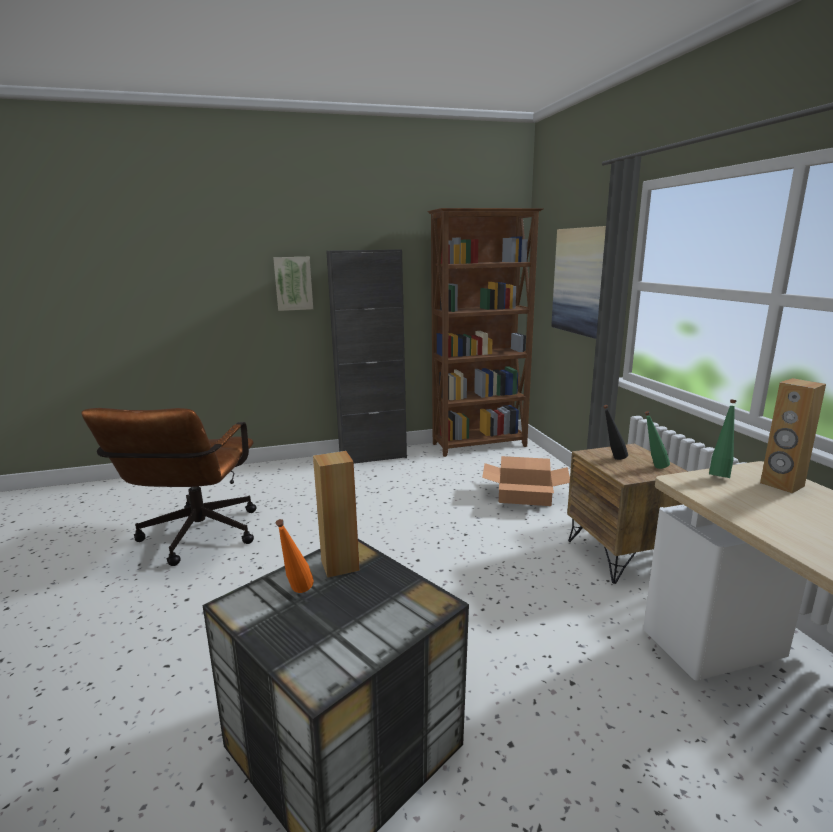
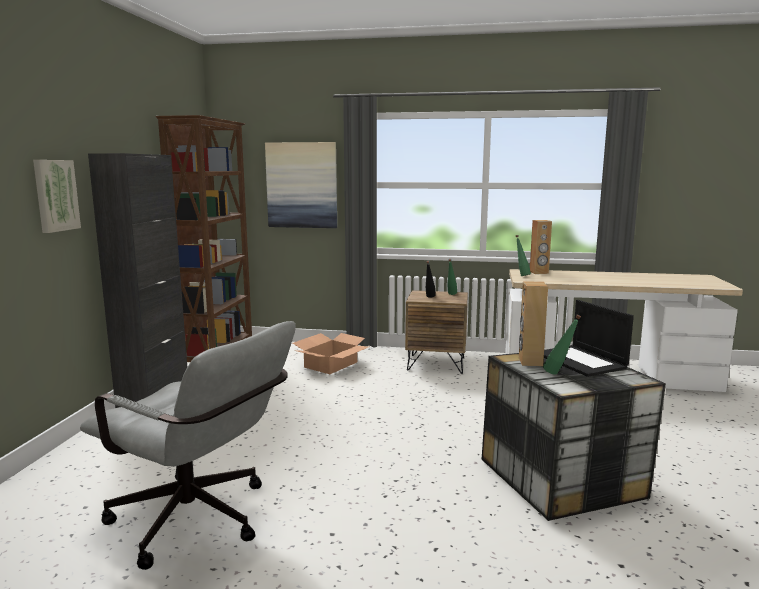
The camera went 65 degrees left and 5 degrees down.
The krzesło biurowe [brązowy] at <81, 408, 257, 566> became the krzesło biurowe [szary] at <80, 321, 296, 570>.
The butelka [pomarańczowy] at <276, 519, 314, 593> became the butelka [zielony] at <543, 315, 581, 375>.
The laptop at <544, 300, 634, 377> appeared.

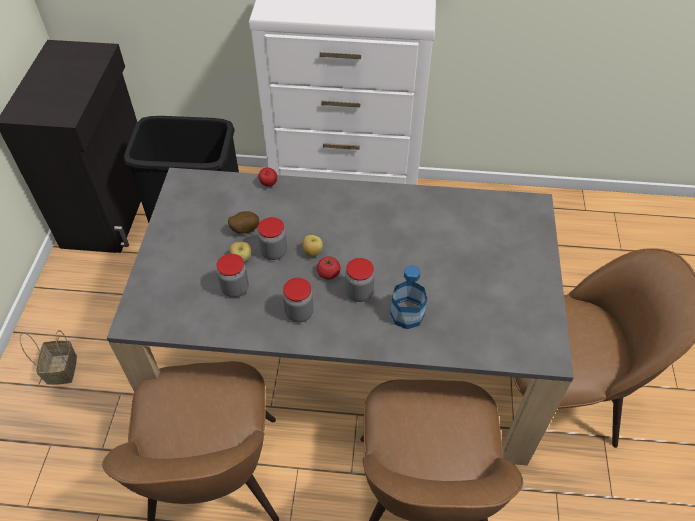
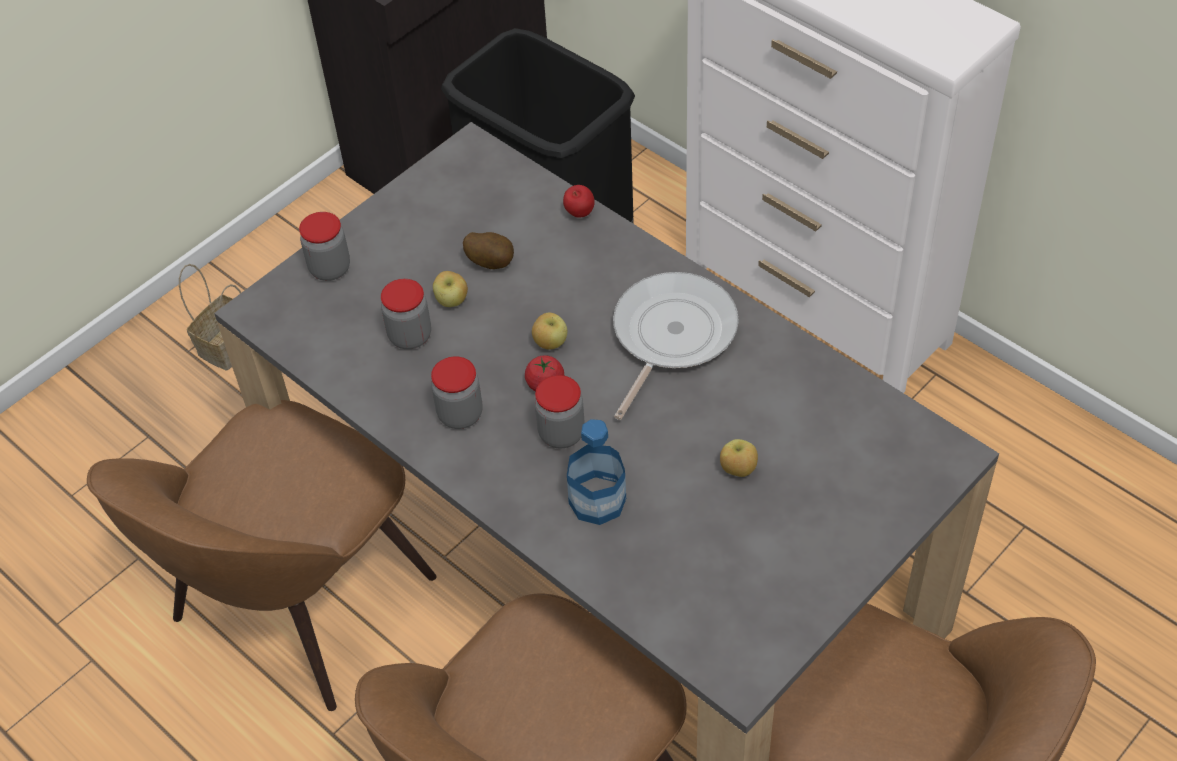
The camera went 40 degrees right and 0 degrees up.
The słoik moved from <258, 217, 287, 260> to <299, 212, 350, 281>.
The patelnia at <613, 272, 739, 420> appeared.
The jabłko at <720, 439, 758, 477> appeared.

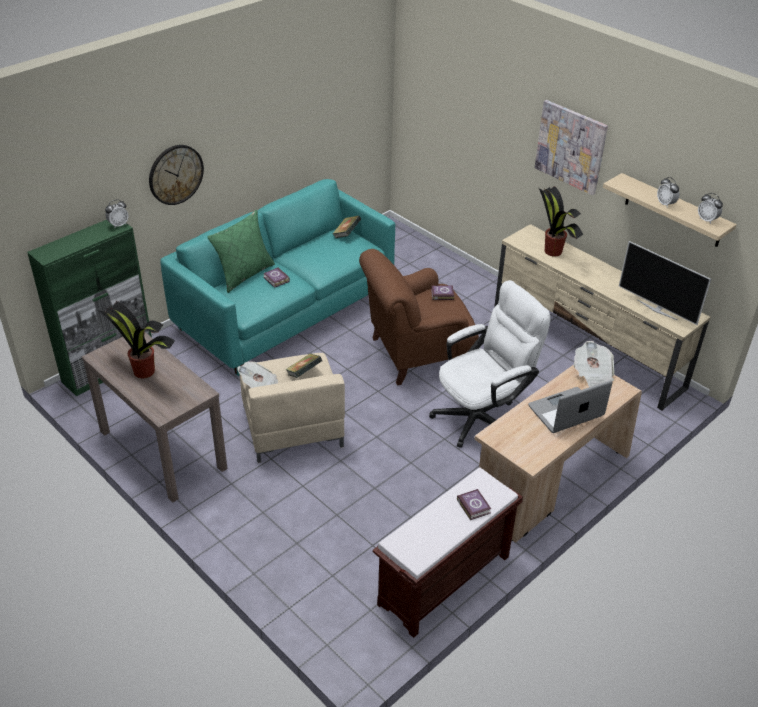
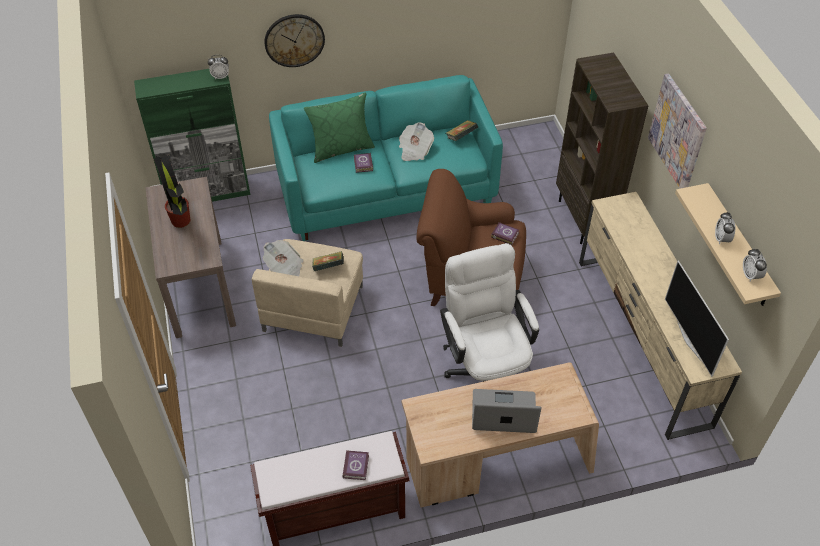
The camera went 30 degrees right and 10 degrees up.
The roślina doniczkowa at <539, 186, 584, 256> disappeared.
The krzesło biurowe [biały] at <429, 280, 551, 448> turned 105 degrees counterclockwise.
The gazeta moved from <574, 341, 615, 387> to <399, 122, 434, 161>.
The regał [brązowy] at <556, 53, 649, 244> appeared.

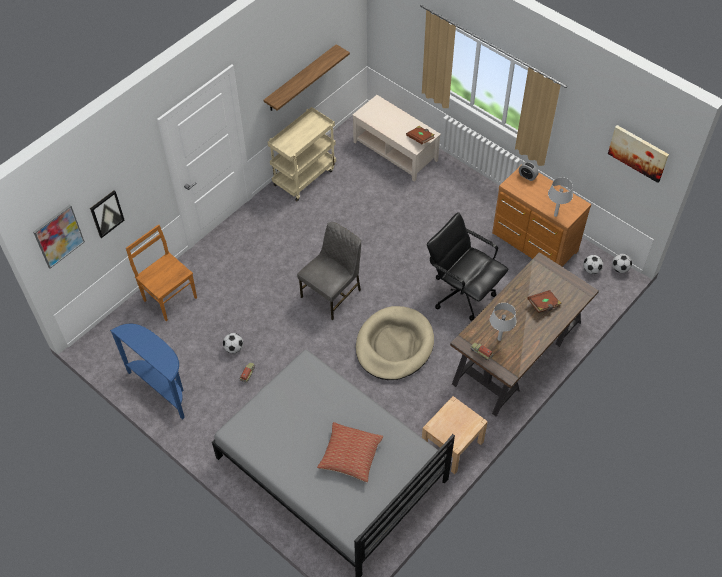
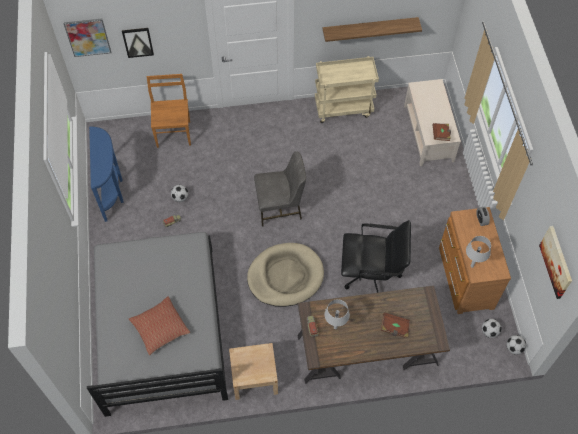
The camera went 40 degrees right and 5 degrees up.
The krzesło biurowe [czarny] at <427, 212, 509, 321> turned 105 degrees clockwise.

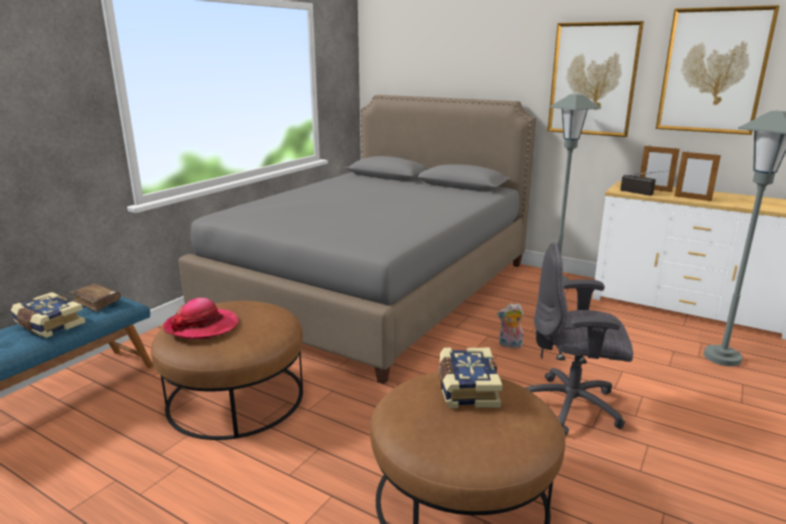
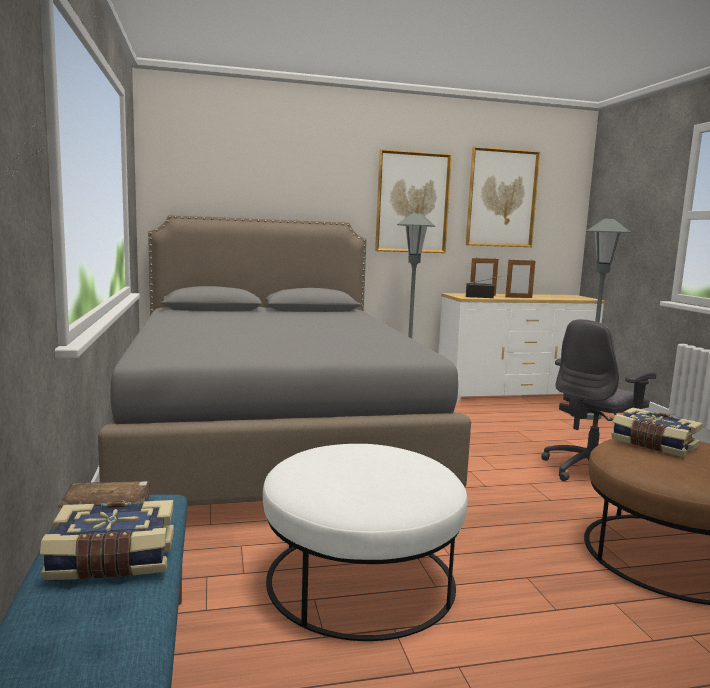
The camera went 45 degrees left and 10 degrees down.
The kapelusz at <163, 298, 239, 339> disappeared.
The pufa [brązowy] at <151, 301, 303, 440> became the pufa [biały] at <263, 444, 468, 641>.
The pluszak at <497, 303, 524, 348> disappeared.

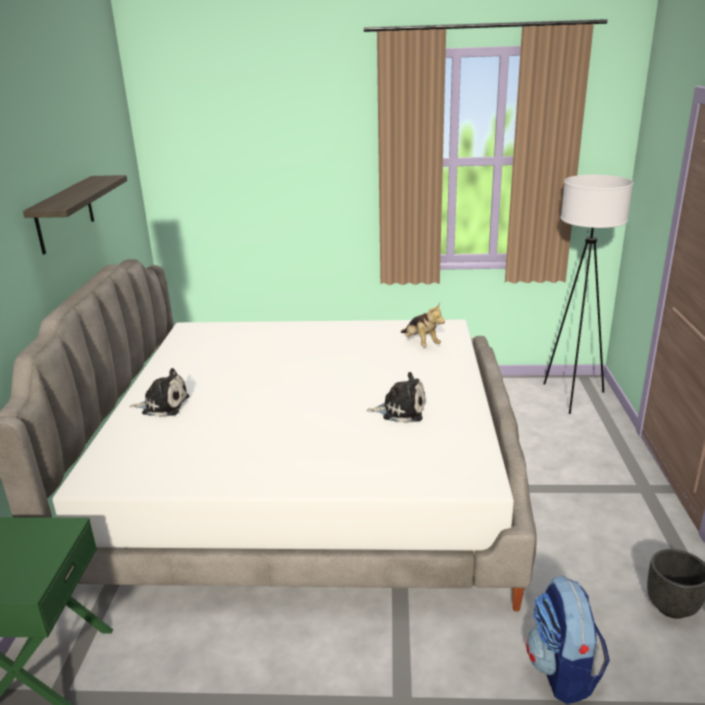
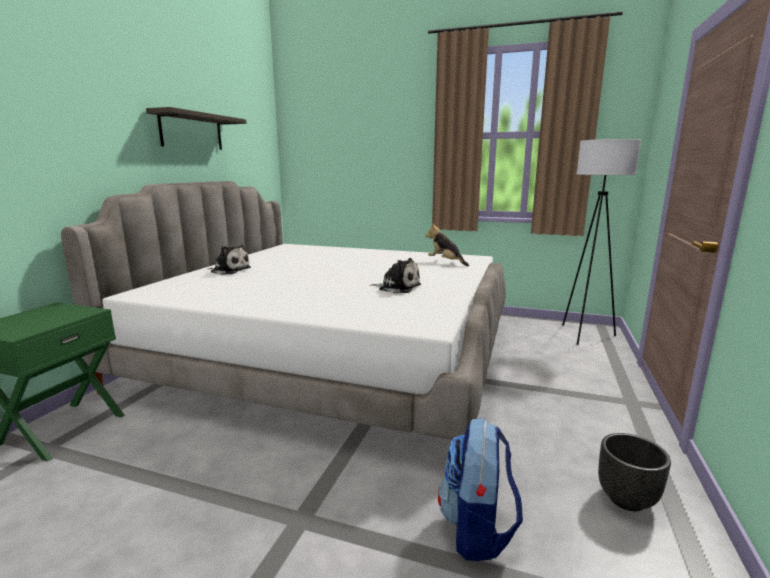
The camera went 15 degrees right and 10 degrees down.
The pluszak at <401, 303, 445, 346> turned 150 degrees clockwise.

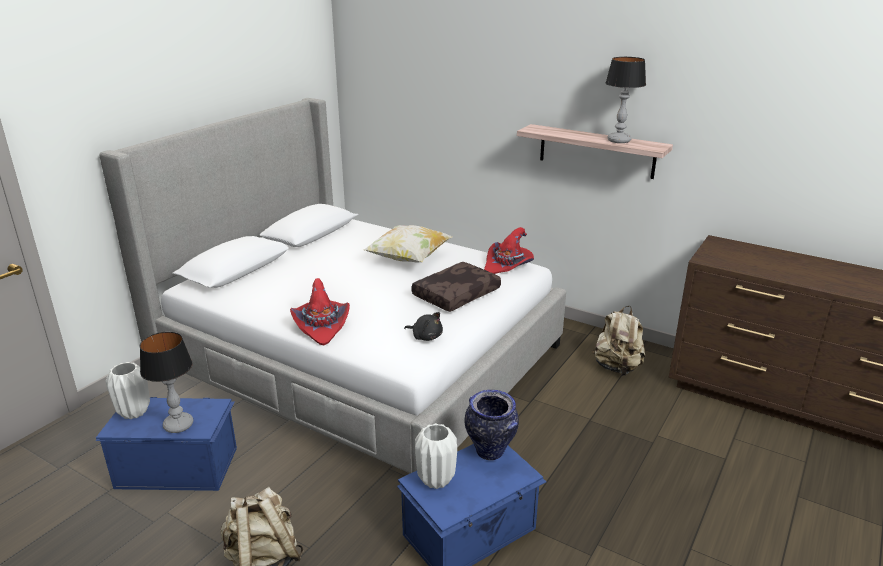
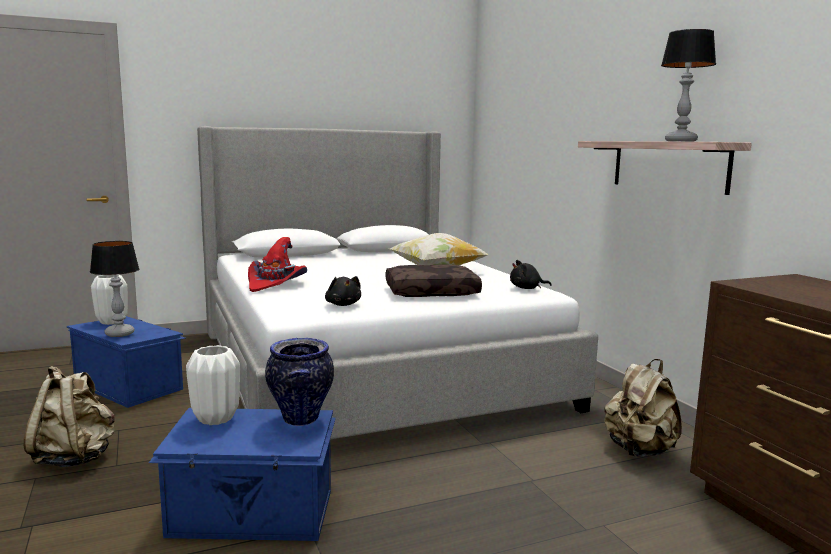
The camera went 35 degrees right and 15 degrees down.
The kapelusz [czerwony] at <484, 227, 534, 274> was replaced by the pluszak [czarny] at <510, 260, 552, 289>.

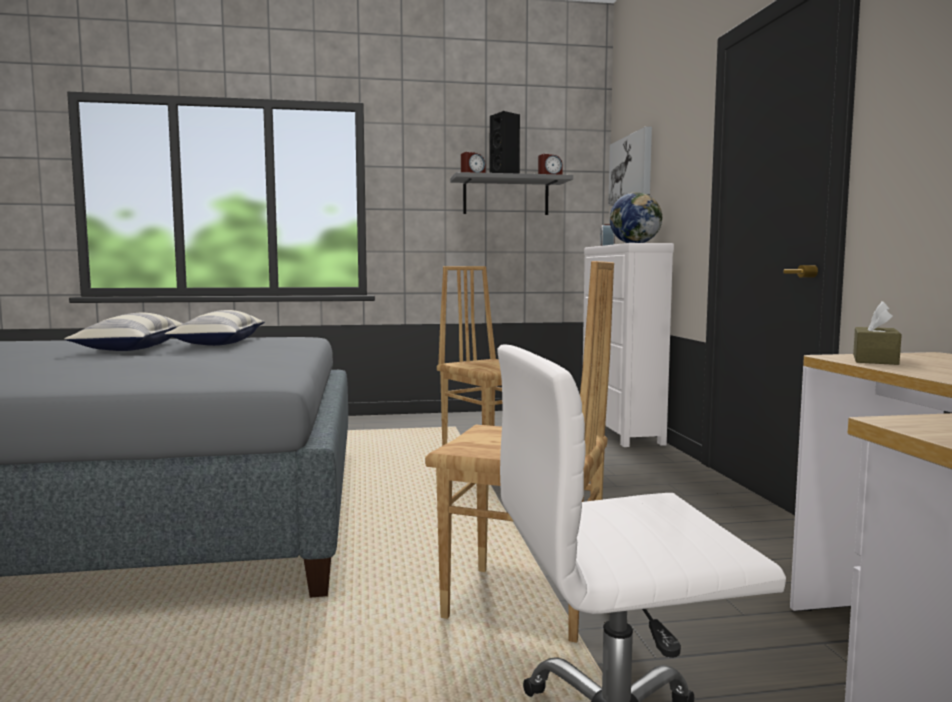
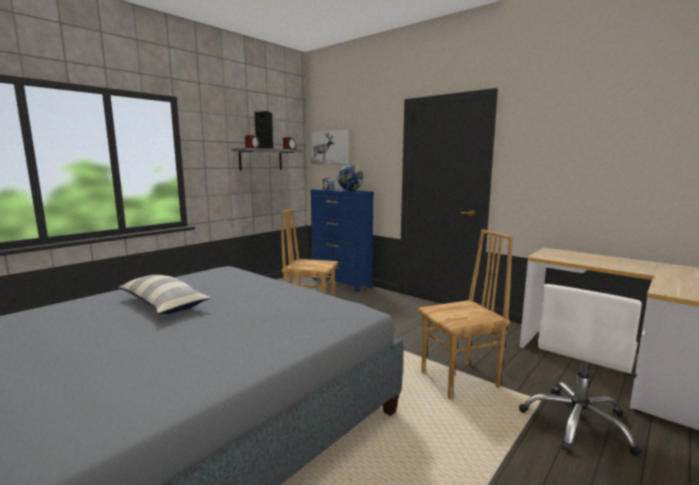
The camera went 40 degrees left and 5 degrees up.
The komoda [biały] at <583, 243, 674, 447> became the komoda [niebieski] at <310, 189, 374, 292>.
The pudełko chusteczek [brązowy] at <853, 301, 902, 365> disappeared.
The poduszka at <164, 310, 265, 346> disappeared.

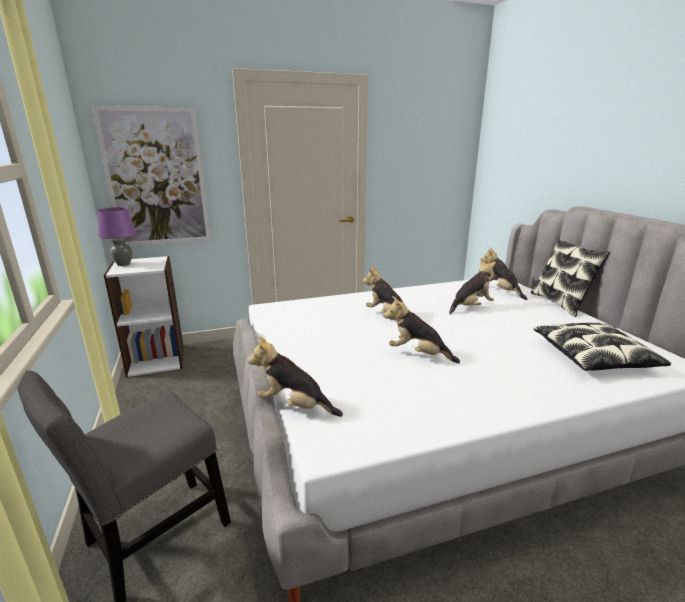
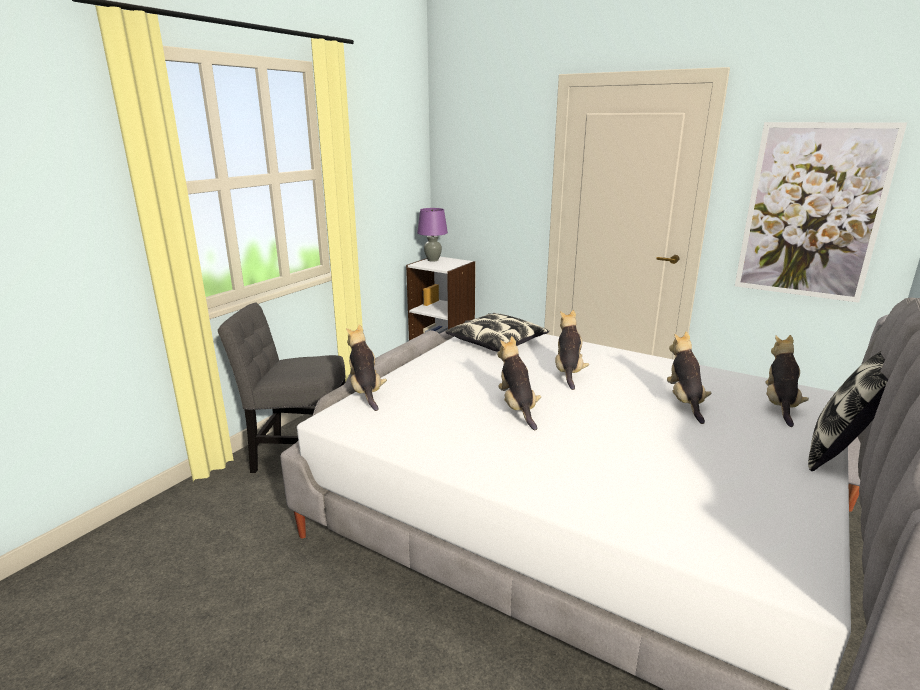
The camera went 50 degrees right and 0 degrees up.
The obraz moved from <92, 106, 211, 246> to <735, 122, 907, 303>.
The pluszak at <449, 259, 496, 314> turned 105 degrees counterclockwise.
The poduszka moved from <534, 323, 671, 371> to <446, 313, 549, 352>.

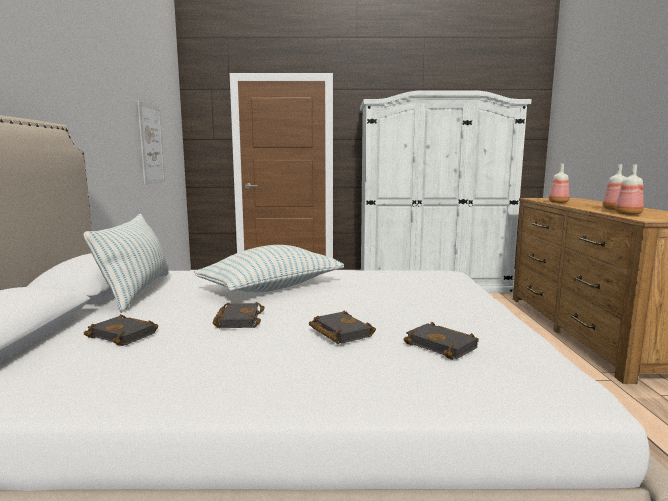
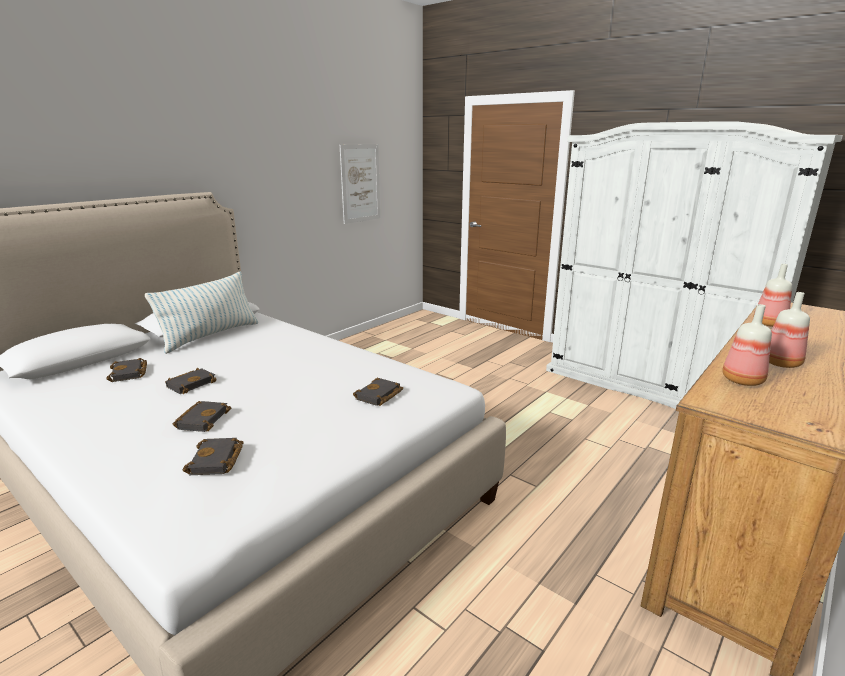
The camera went 40 degrees right and 10 degrees up.
The poduszka at <194, 245, 344, 292> disappeared.
The książka [czarny] at <353, 378, 403, 406> appeared.

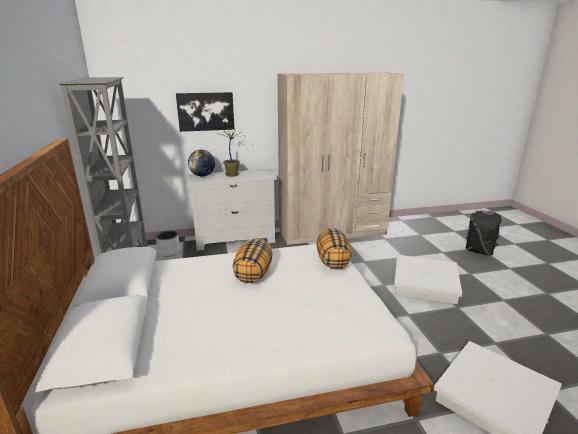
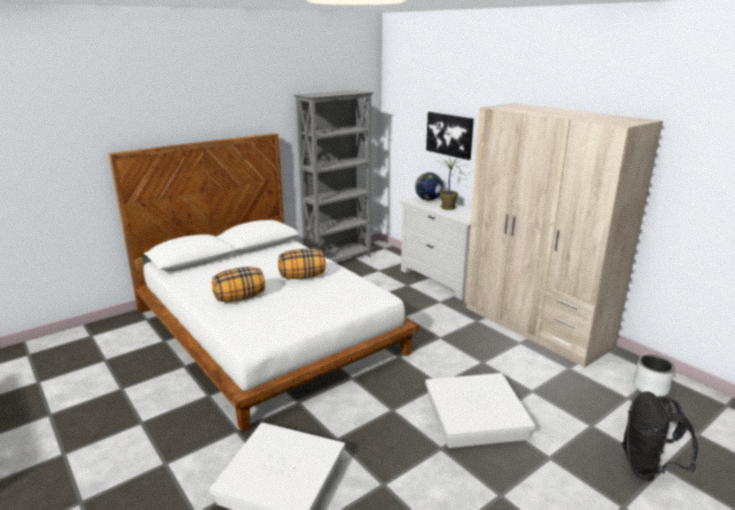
The camera went 65 degrees right and 0 degrees up.
The poduszka moved from <316, 228, 352, 270> to <212, 267, 265, 302>.
The donica [szary] moved from <156, 231, 180, 257> to <633, 354, 675, 397>.

